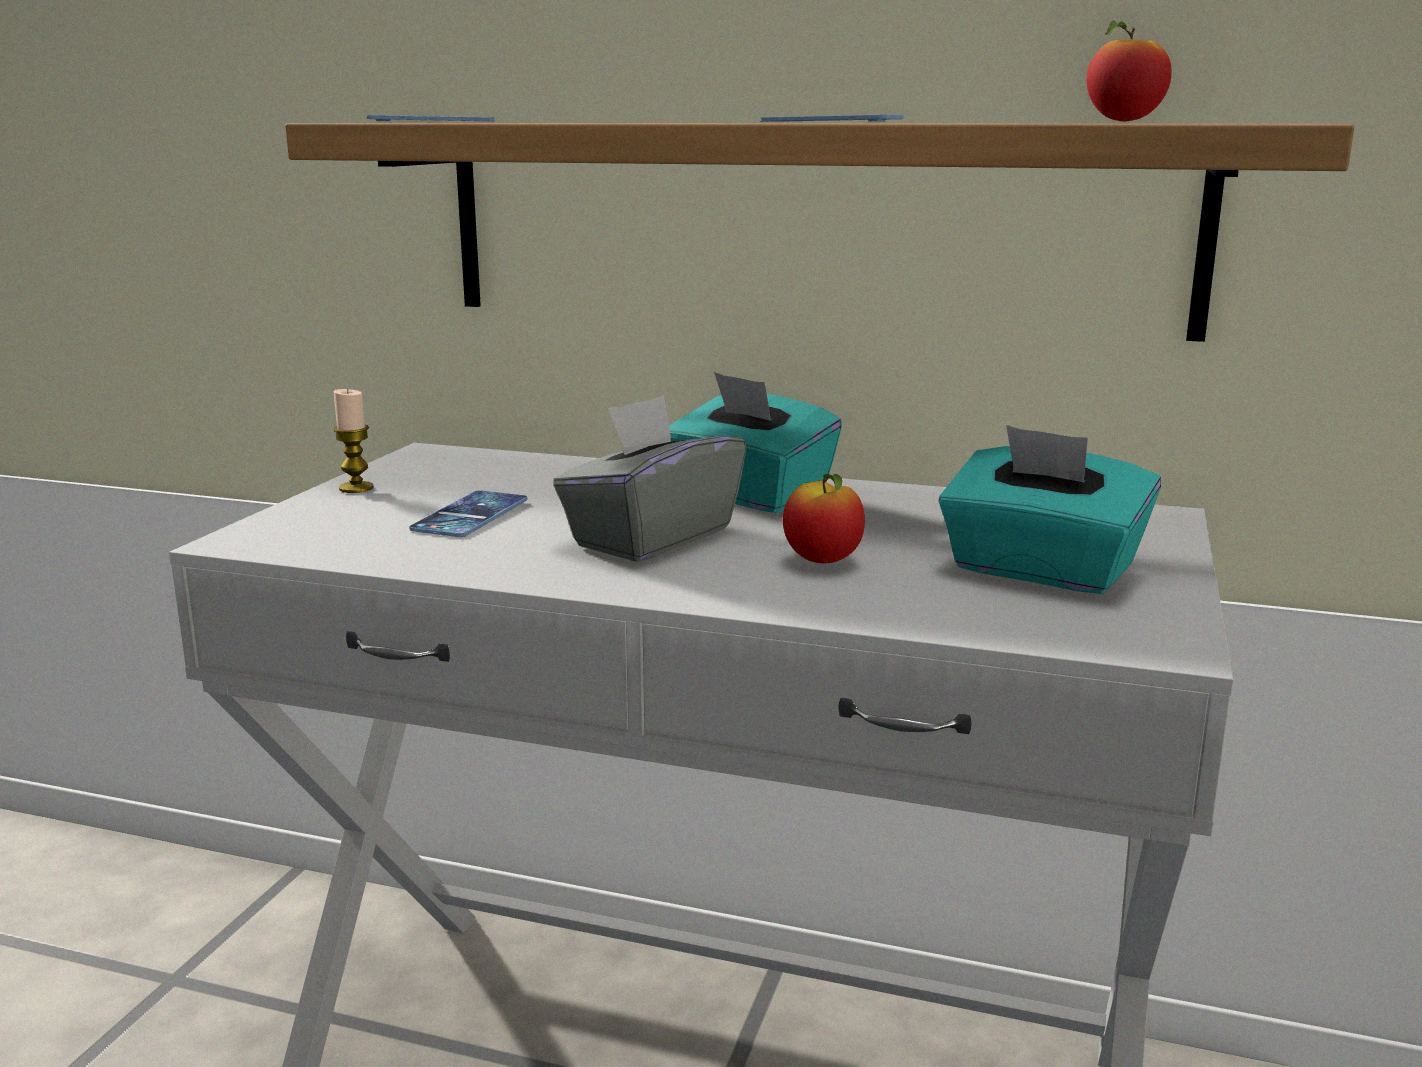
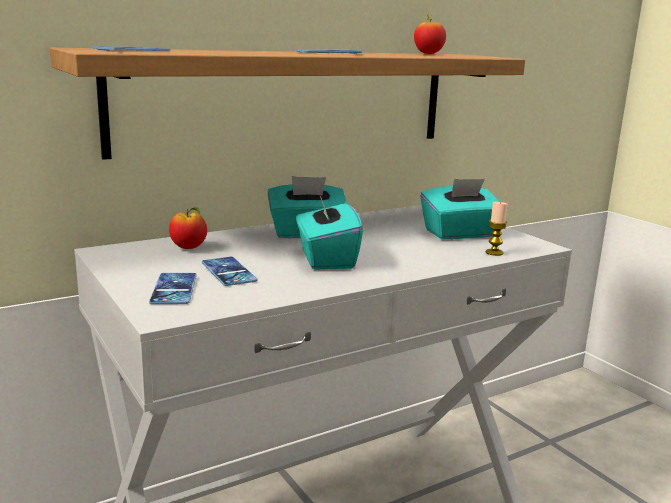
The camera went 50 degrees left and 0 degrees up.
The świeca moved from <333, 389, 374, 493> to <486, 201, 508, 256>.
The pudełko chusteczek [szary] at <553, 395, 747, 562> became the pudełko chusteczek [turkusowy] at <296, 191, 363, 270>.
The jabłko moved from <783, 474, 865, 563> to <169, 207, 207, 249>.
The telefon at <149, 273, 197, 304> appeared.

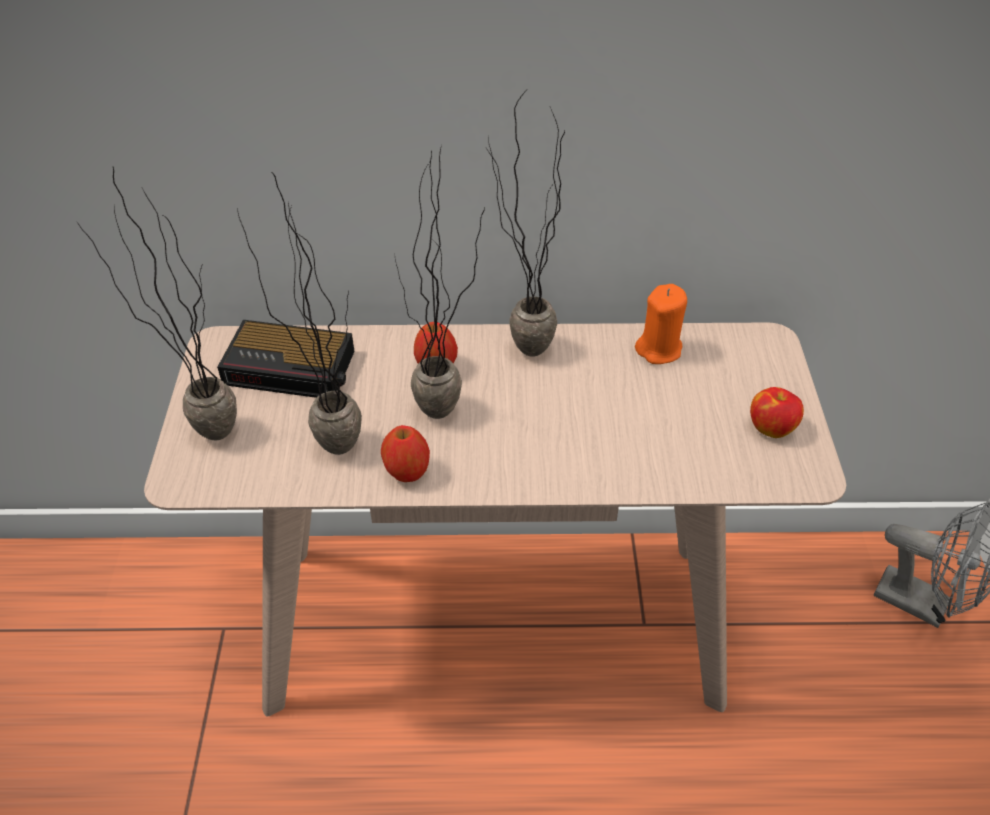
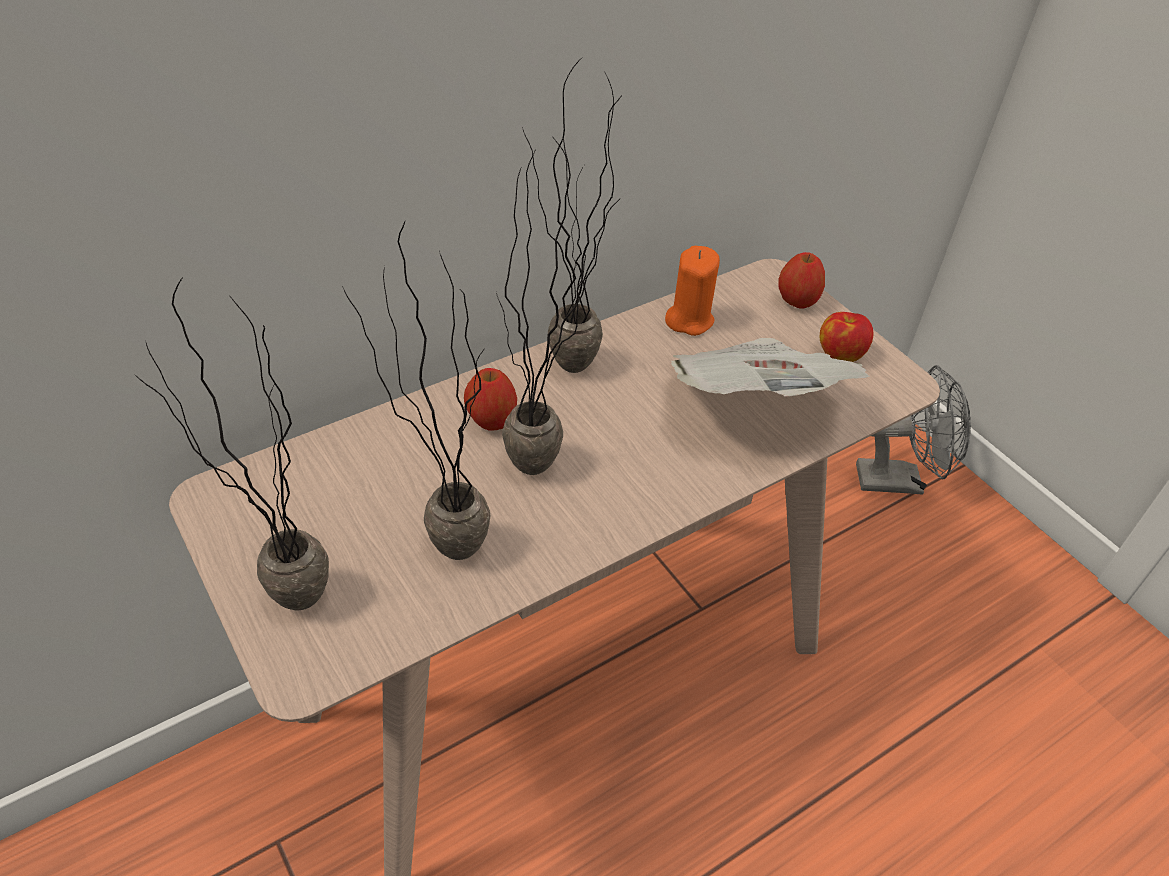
The camera went 35 degrees left and 0 degrees up.
The budzik at <217, 320, 354, 398> disappeared.
The jabłko moved from <381, 425, 430, 482> to <778, 252, 825, 309>.
The gazeta at <671, 338, 869, 397> appeared.

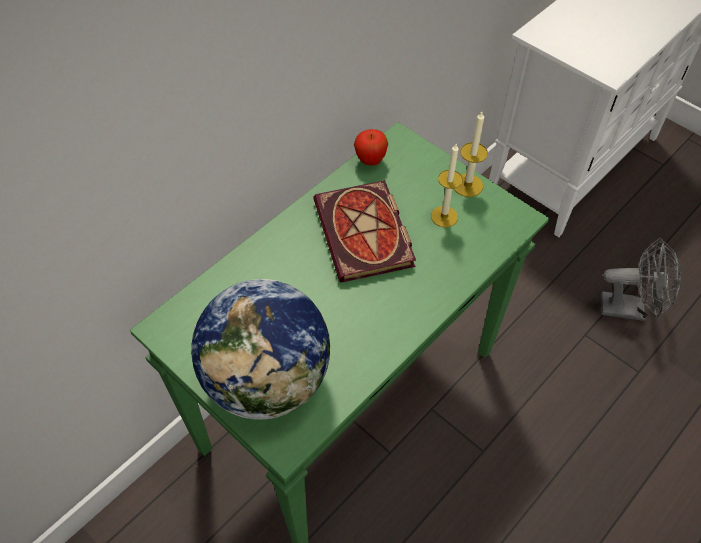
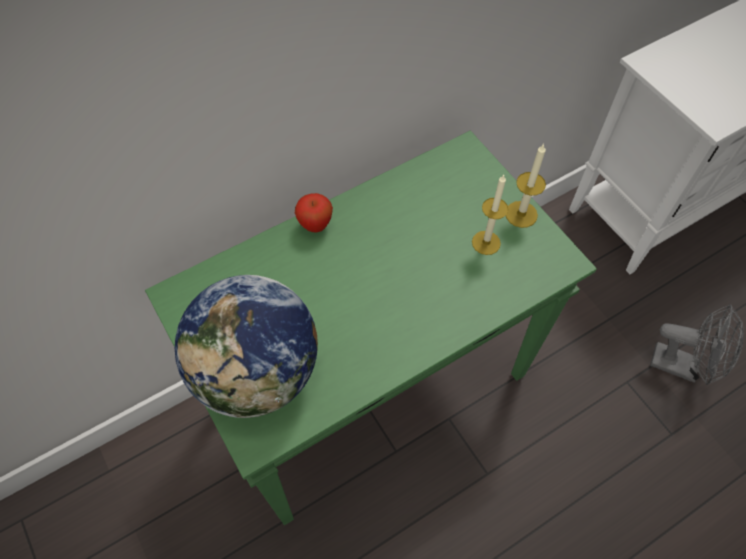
The camera went 15 degrees right and 5 degrees up.
The jabłko moved from <354, 129, 388, 166> to <295, 193, 333, 233>.
The książka at <313, 180, 416, 283> disappeared.

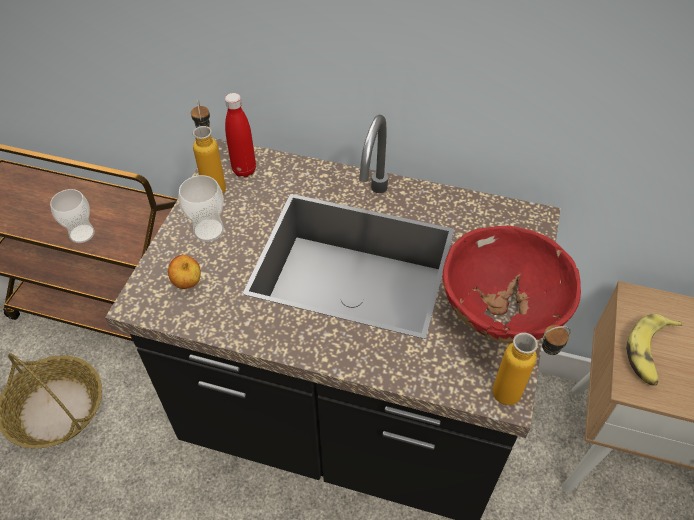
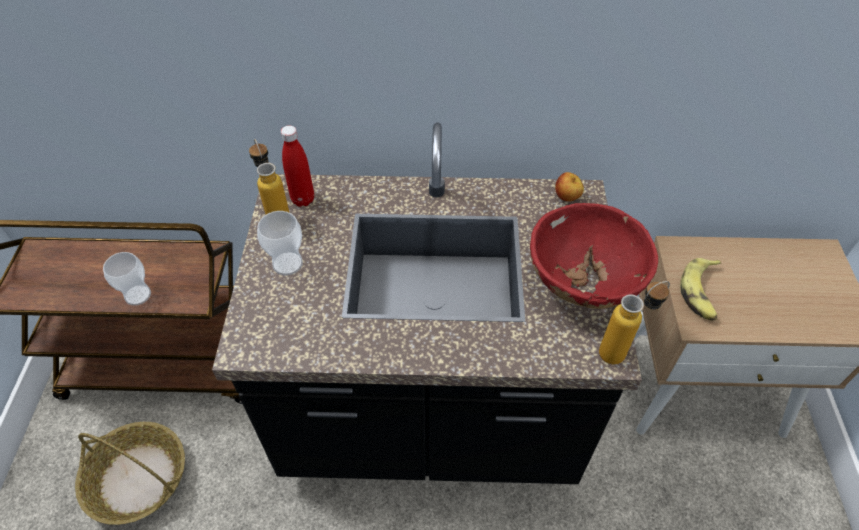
The camera went 15 degrees left and 0 degrees up.
The jabłko moved from <168, 255, 201, 289> to <555, 172, 584, 202>.

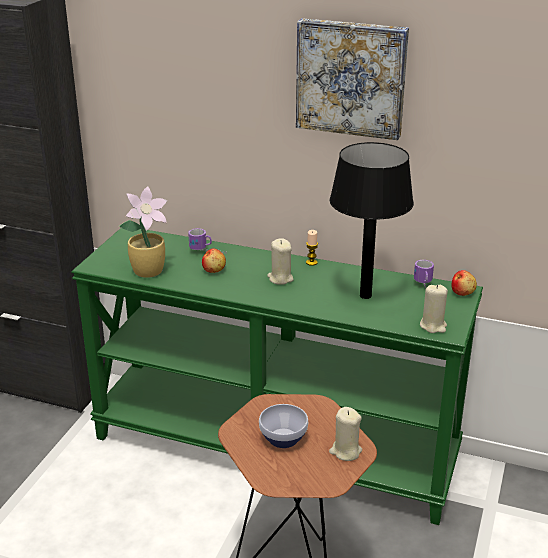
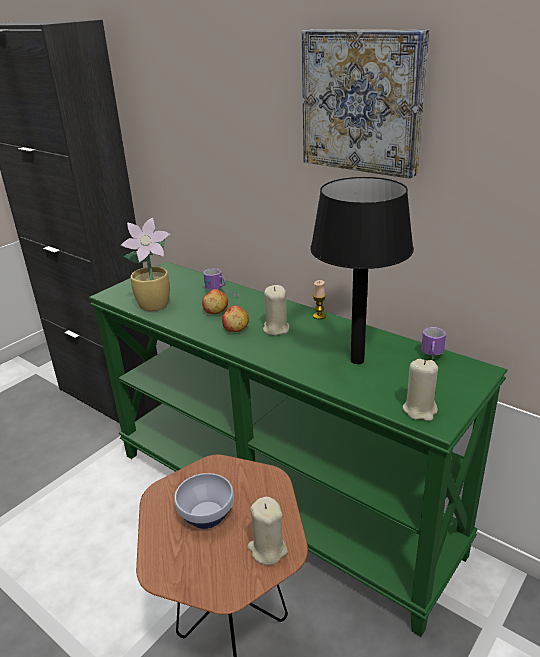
The camera went 20 degrees right and 0 degrees up.
The jabłko moved from <452, 270, 477, 296> to <222, 305, 249, 332>.

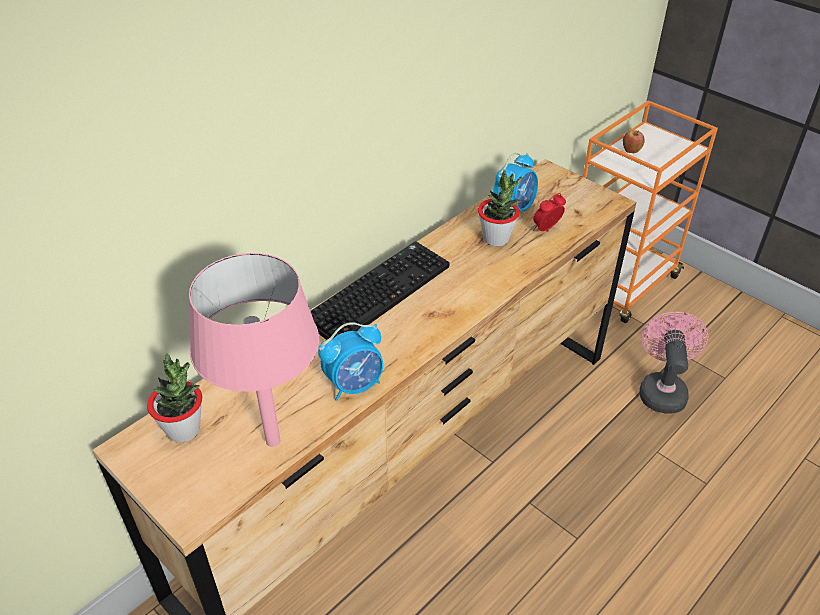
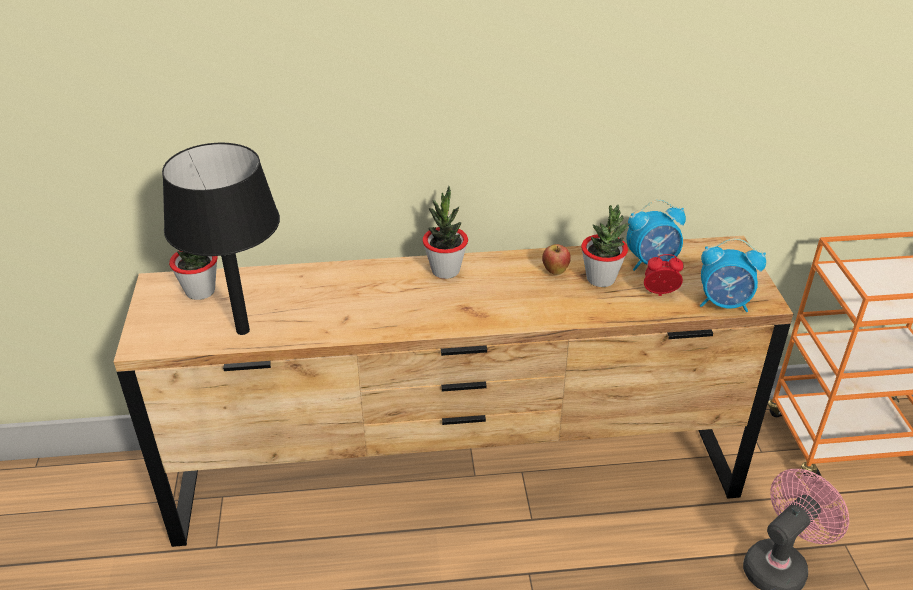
The camera went 40 degrees right and 5 degrees down.
The jabłko moved from <623, 130, 645, 153> to <542, 244, 571, 275>.
The klawiatura at <311, 241, 450, 340> was replaced by the roślina doniczkowa at <423, 186, 468, 279>.
The lampa stołowa [różowy] at <189, 253, 319, 447> became the lampa stołowa [czarny] at <162, 143, 280, 335>.
The budzik moved from <318, 322, 383, 401> to <700, 238, 766, 312>.

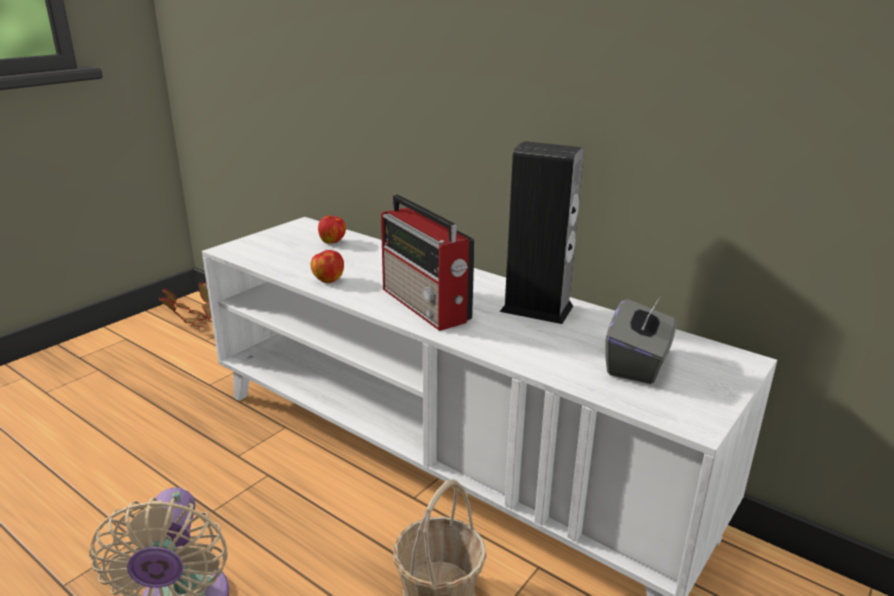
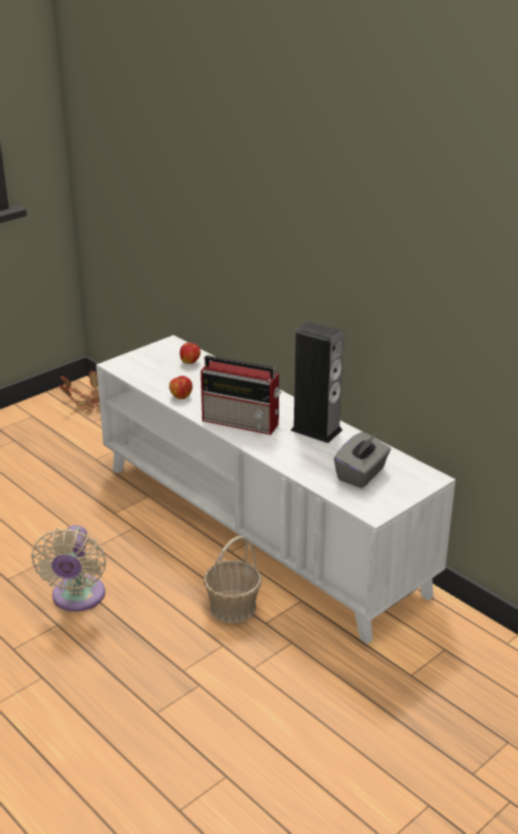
The camera went 10 degrees right and 5 degrees up.
The radio at <381, 194, 475, 331> turned 45 degrees counterclockwise.

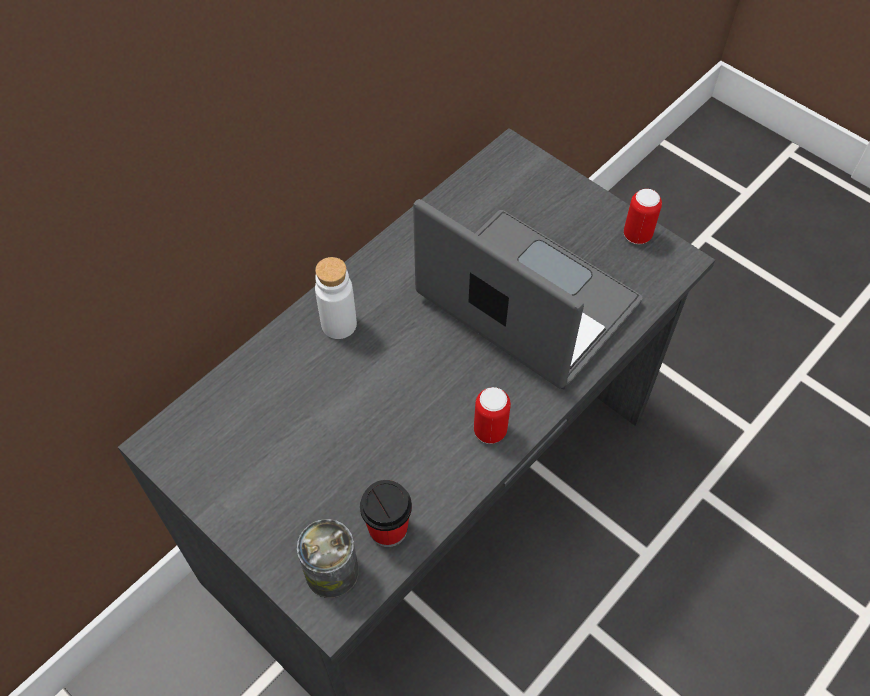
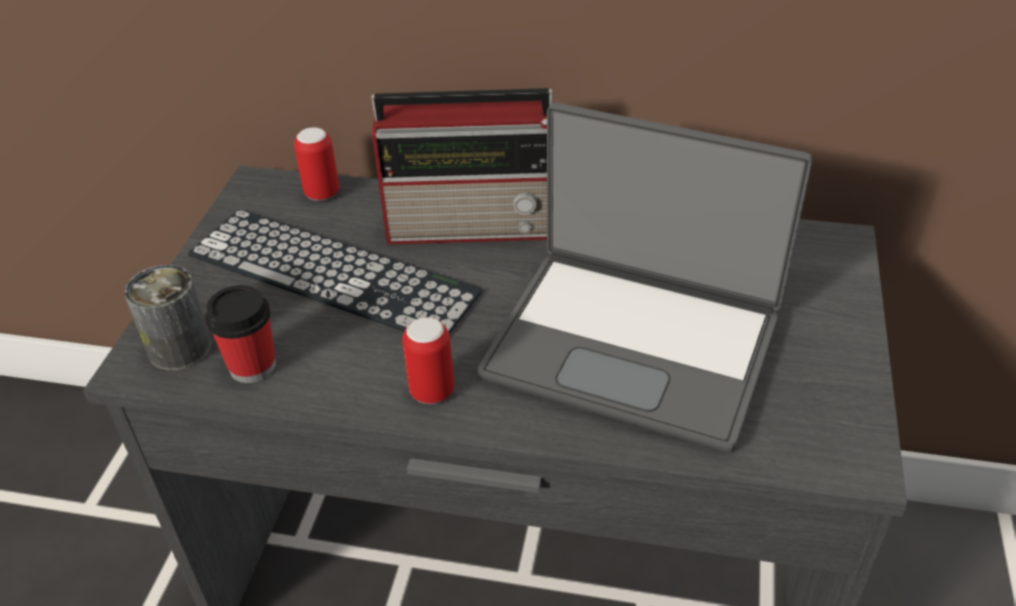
The camera went 60 degrees right and 15 degrees down.
The puszka moved from <624, 189, 662, 244> to <294, 127, 339, 201>.
The laptop at <413, 199, 643, 390> turned 105 degrees clockwise.
The butelka [biały] at <315, 257, 357, 339> was replaced by the radio at <371, 88, 552, 245>.
The klawiatura at <188, 210, 483, 334> appeared.

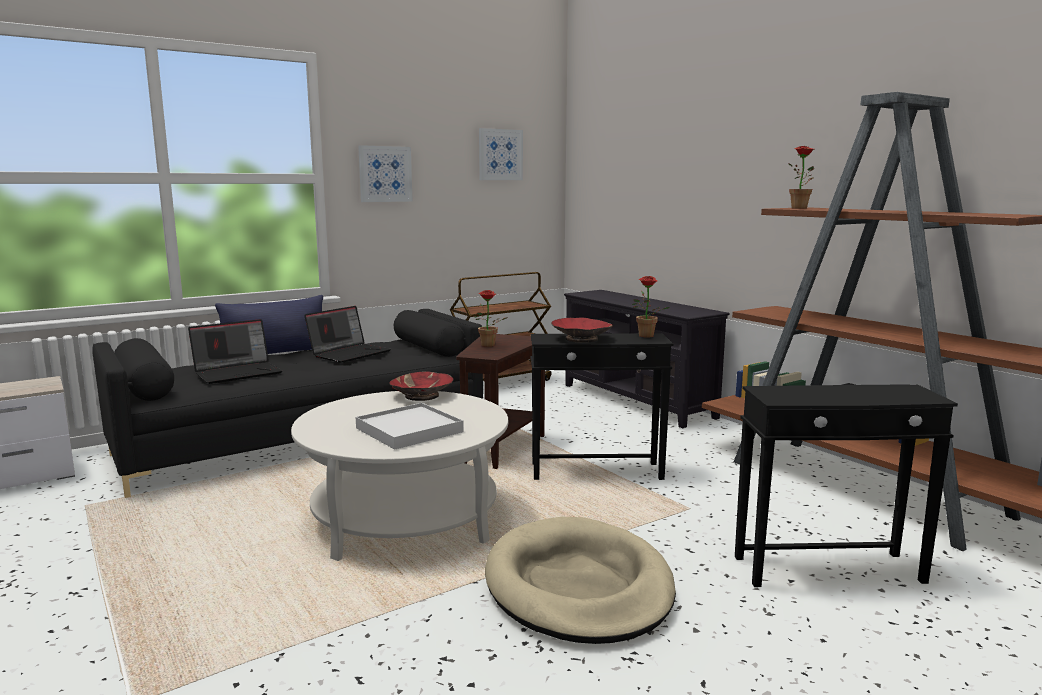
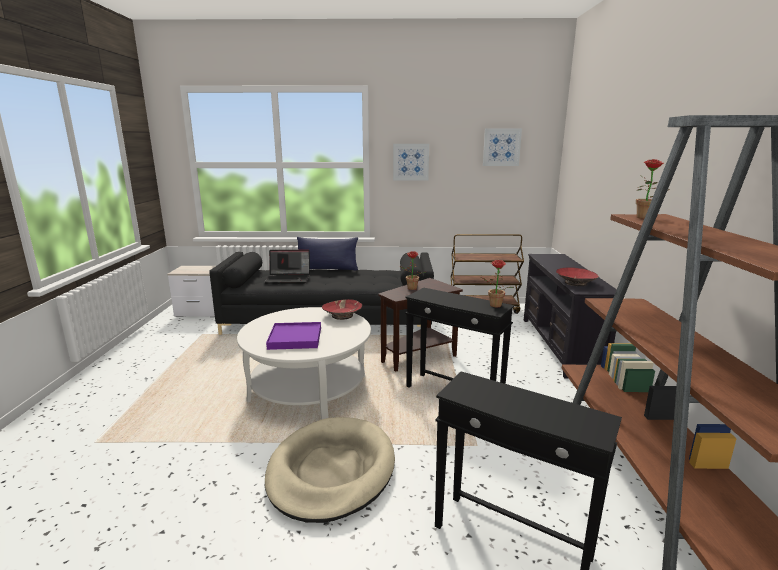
The camera went 35 degrees right and 5 degrees up.
The laptop at <304, 306, 391, 363> disappeared.
The miska [czerwony] moved from <551, 317, 613, 343> to <556, 267, 599, 286>.
The taca [biały] at <356, 403, 464, 450> became the taca [fioletowy] at <266, 322, 321, 350>.

